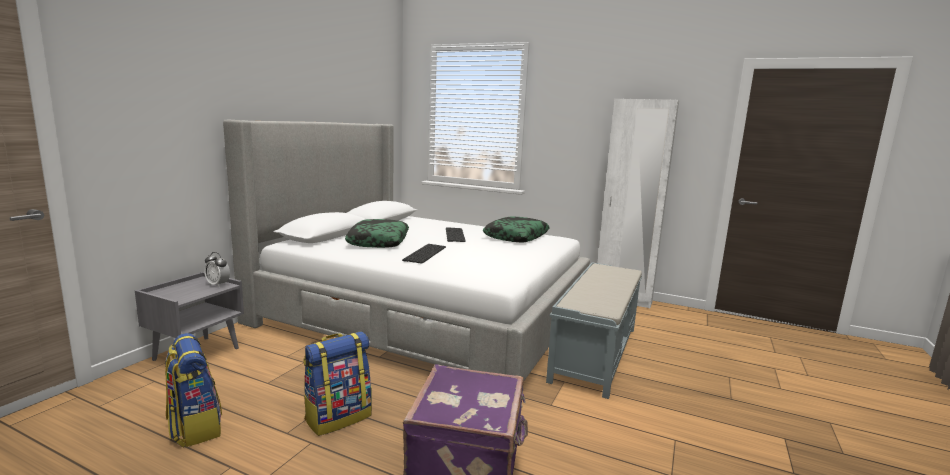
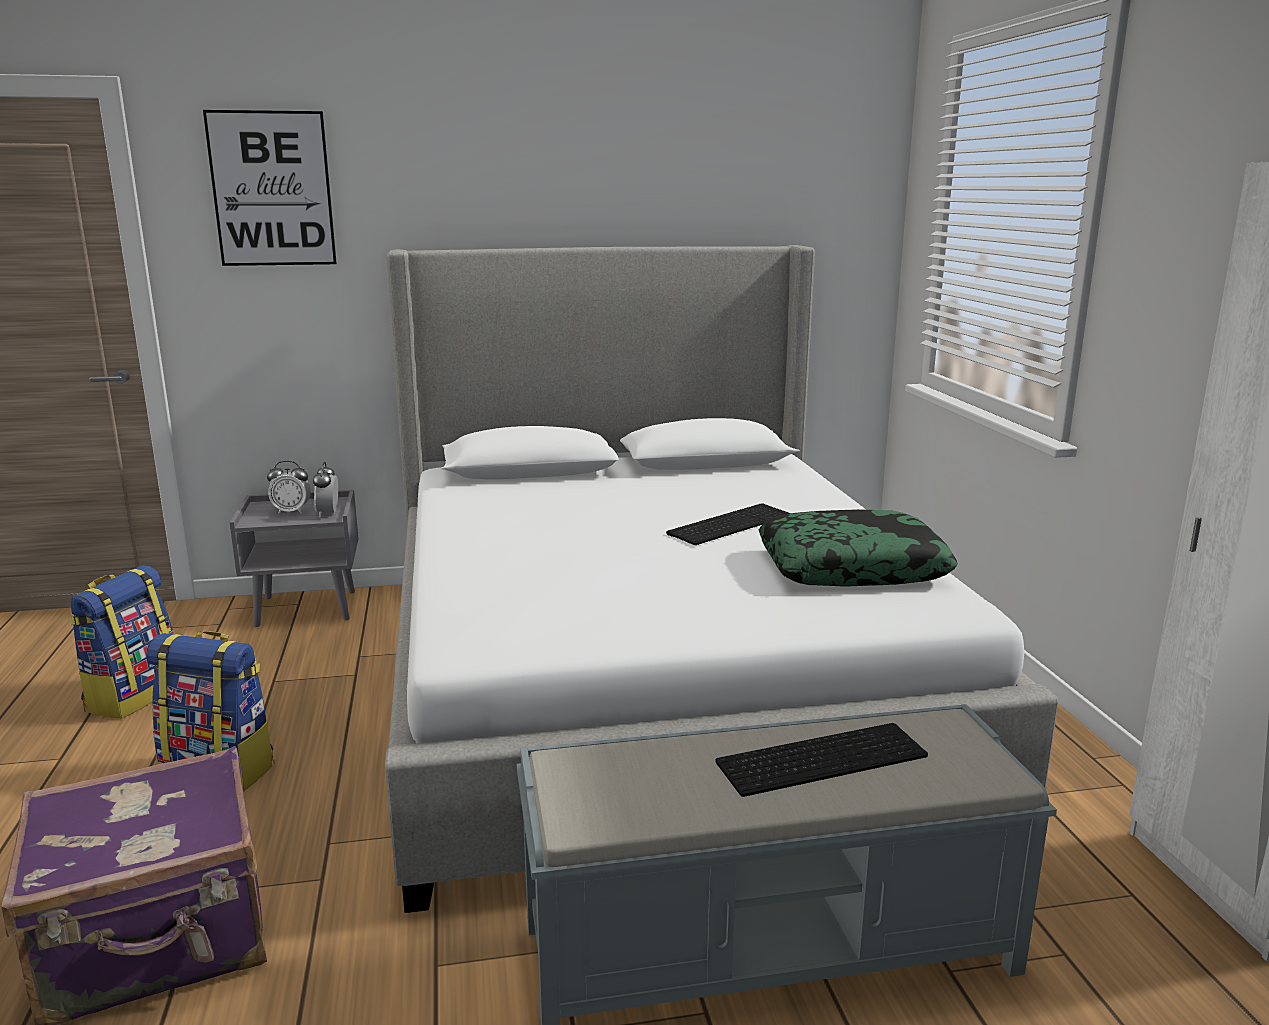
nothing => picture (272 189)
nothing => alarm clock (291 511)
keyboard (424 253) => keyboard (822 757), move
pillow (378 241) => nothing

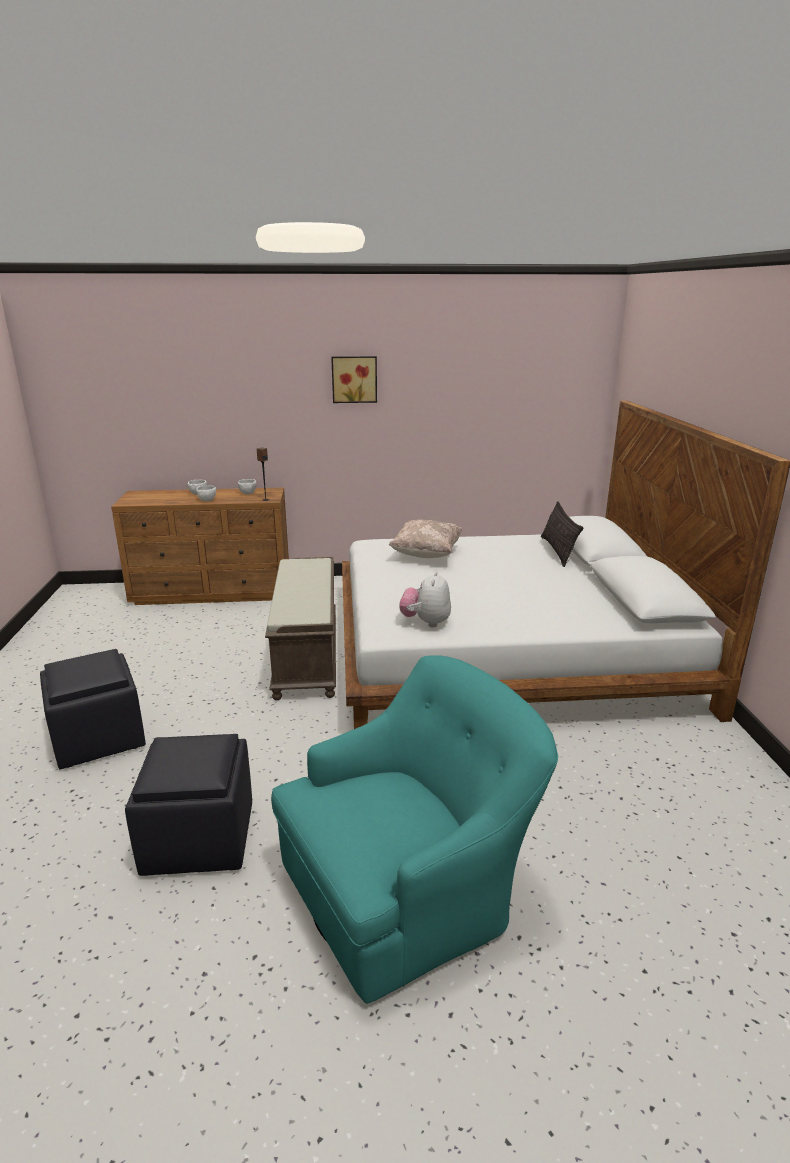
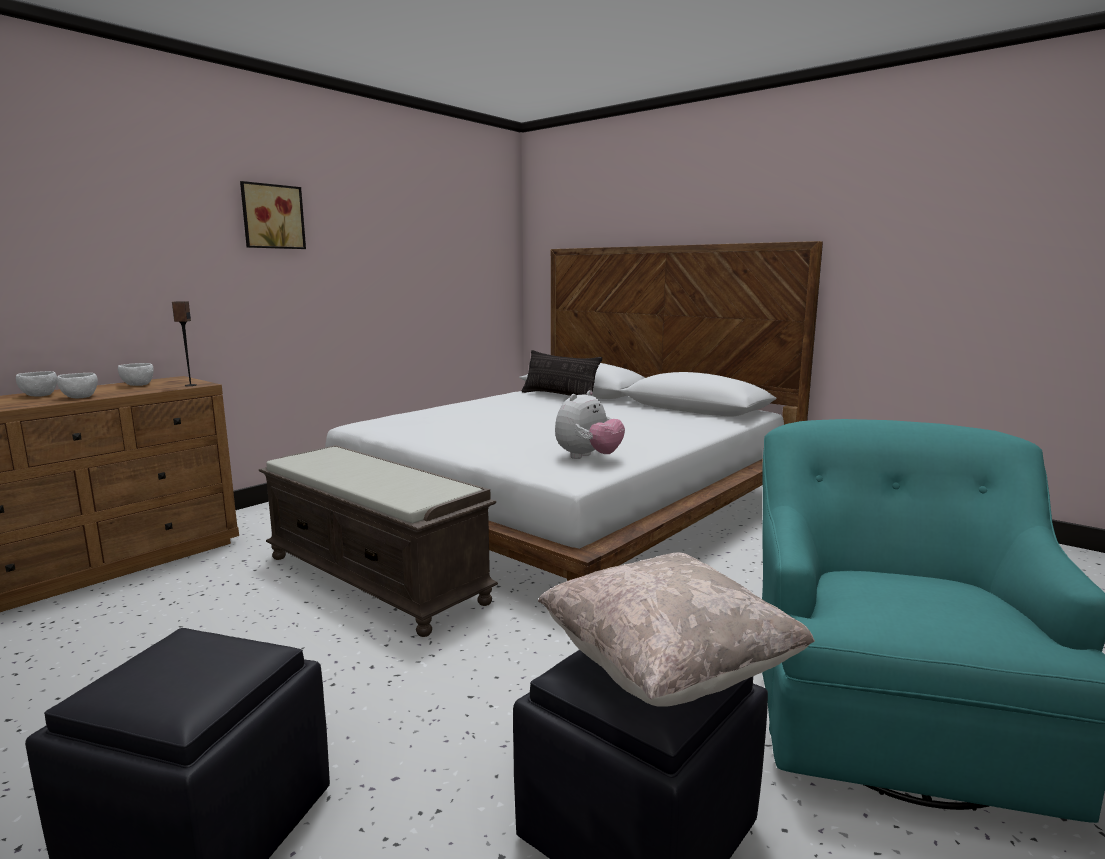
pillow in beige (426 554) => pillow in beige (667 669), move
plush toy (426 622) => plush toy (588 457), 105 degrees counterclockwise

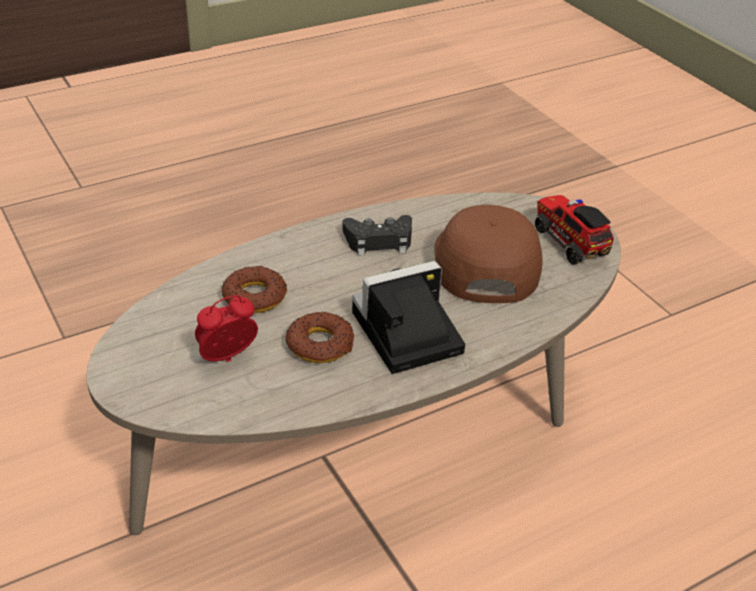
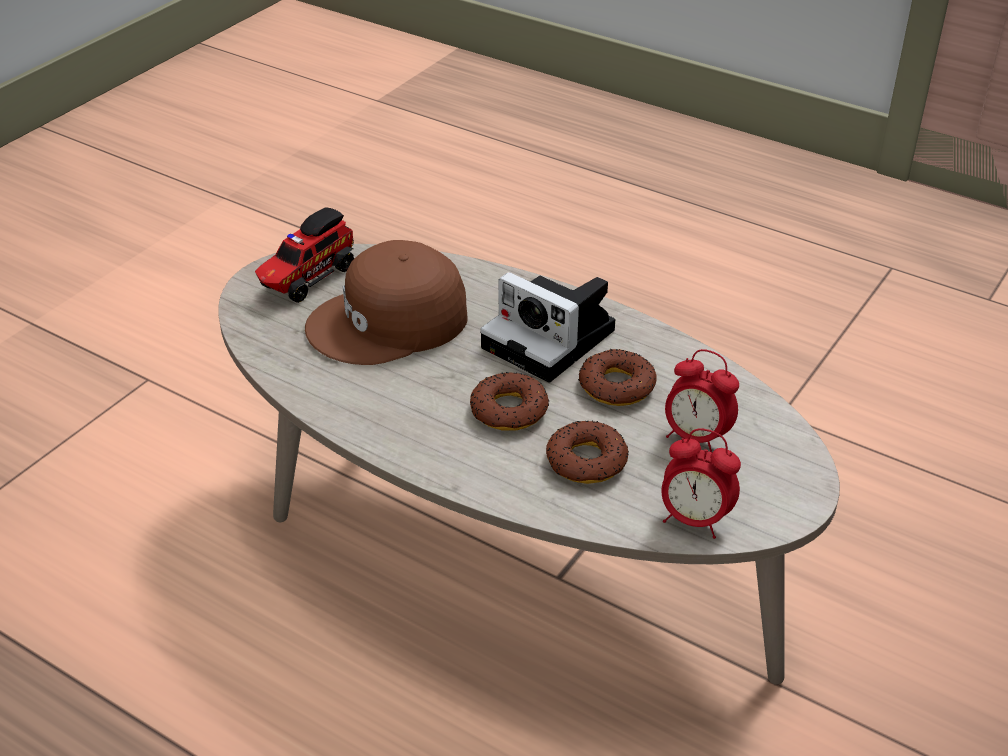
nothing => donut (508 410)
nothing => alarm clock (694 520)
game controller in black (379 241) => nothing

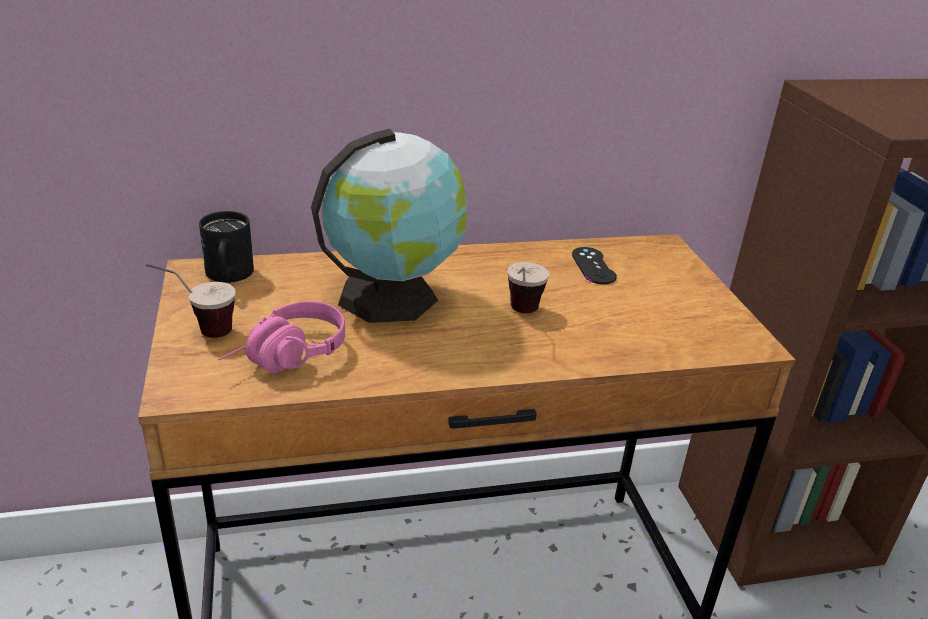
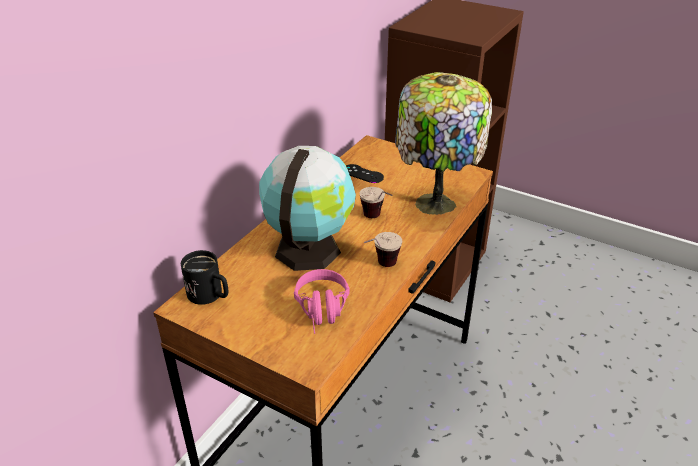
cup (197 330) => cup (380 267), move
nothing => table lamp (433 205)

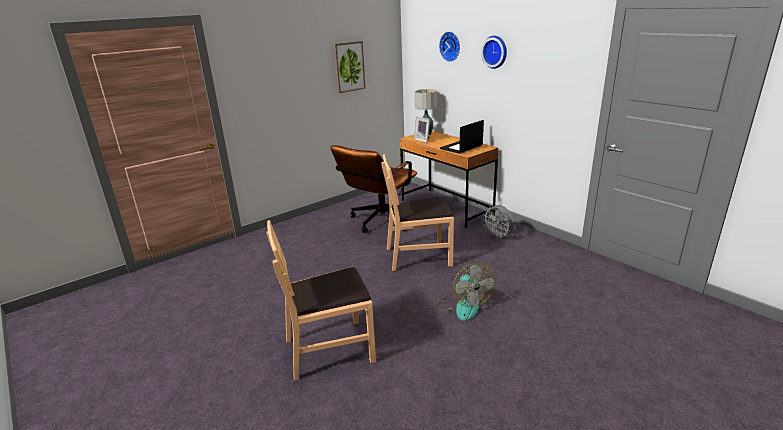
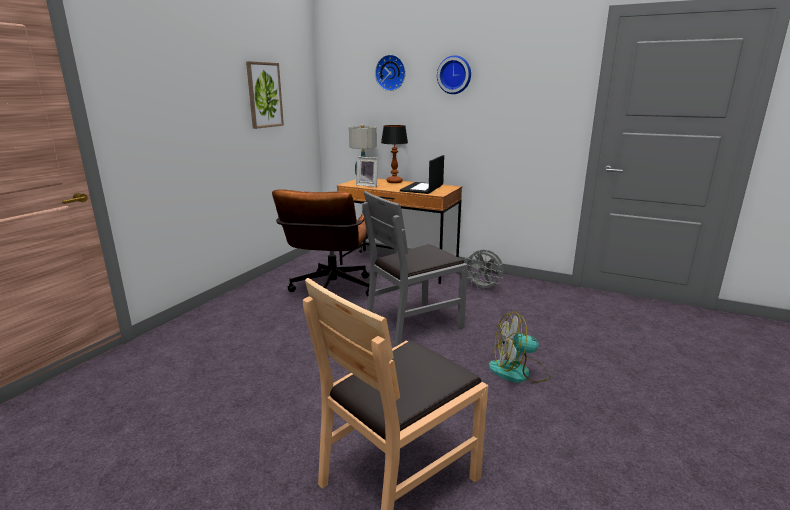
chair in brown (418 256) => chair in grey (413 323)
nothing => table lamp (394 182)
fan (463 306) => fan (519 372), 135 degrees clockwise

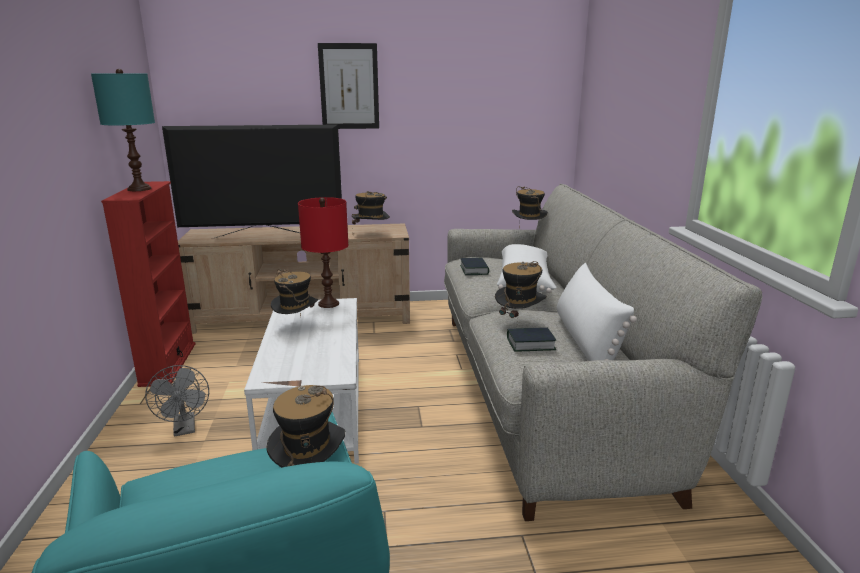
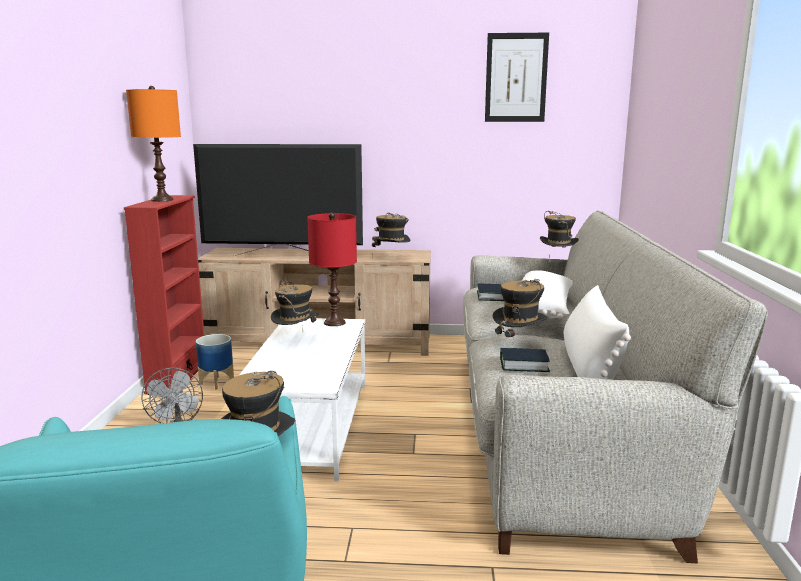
table lamp in turquoise (139 189) => table lamp in orange (162 200)
nothing => planter (216 382)
picture (349 86) => picture (516 78), move

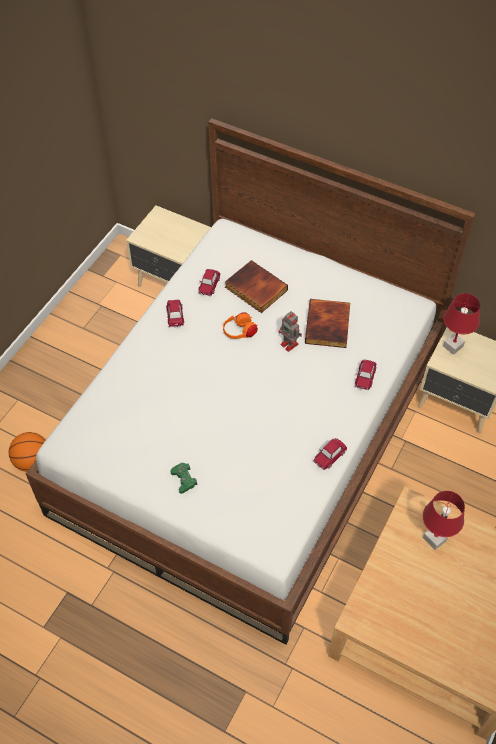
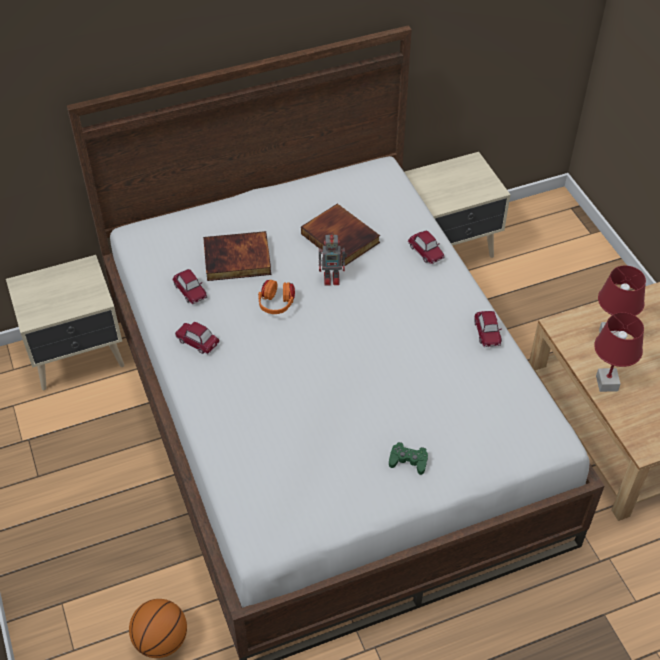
table lamp in red (453 346) => table lamp in red (607 383), move

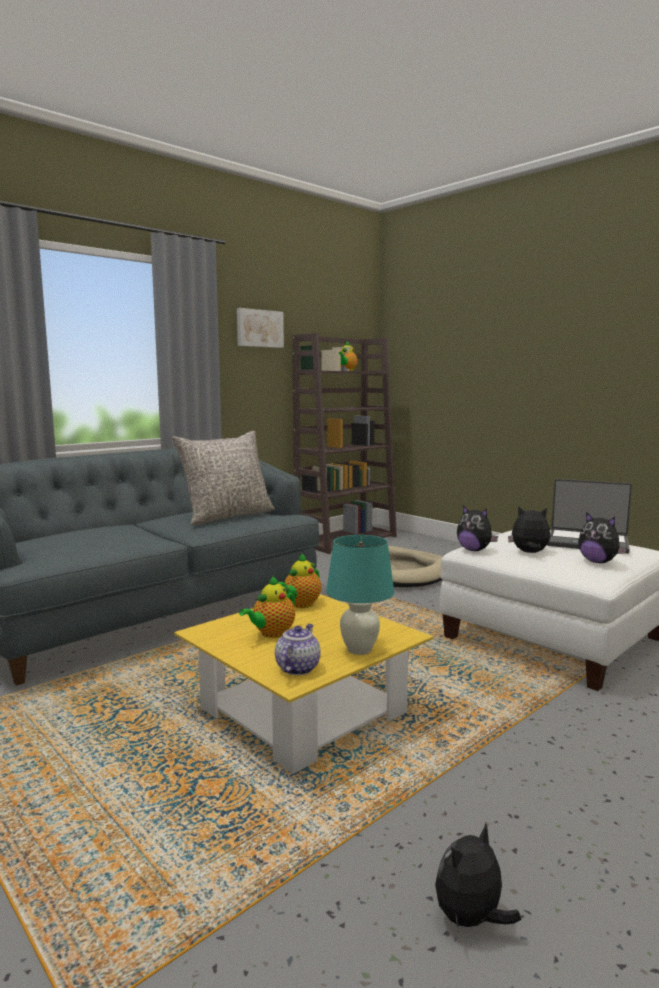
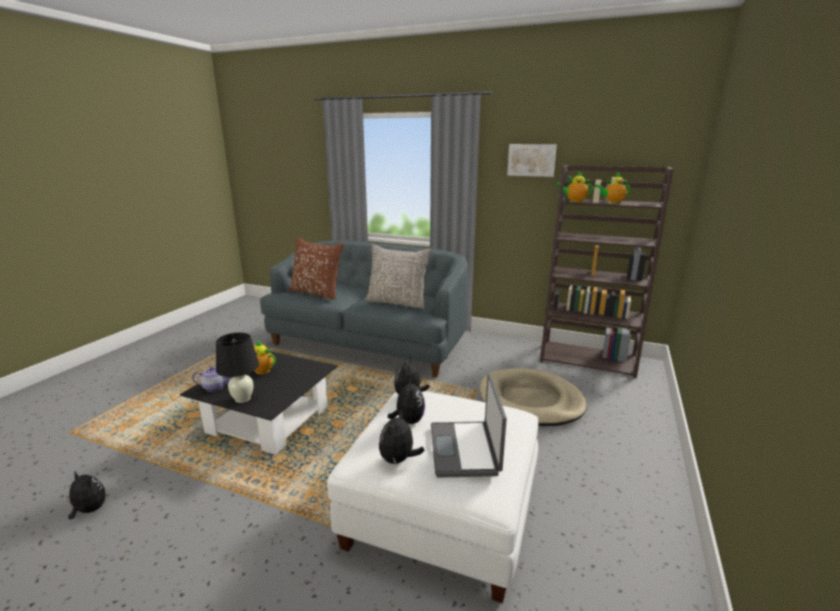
coffee table in yellow (303 711) => coffee table in black (269 419)
table lamp in turquoise (359 649) => table lamp in black (242 399)
nothing => pillow in brown (317 293)
teapot (300 605) => teapot (574 201), move

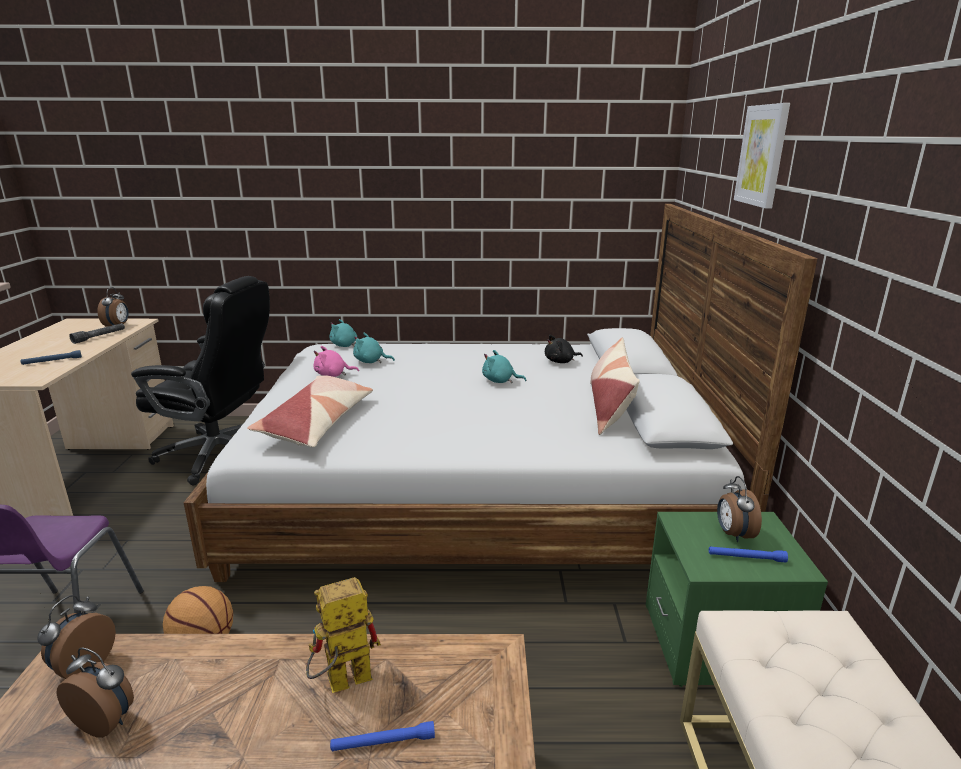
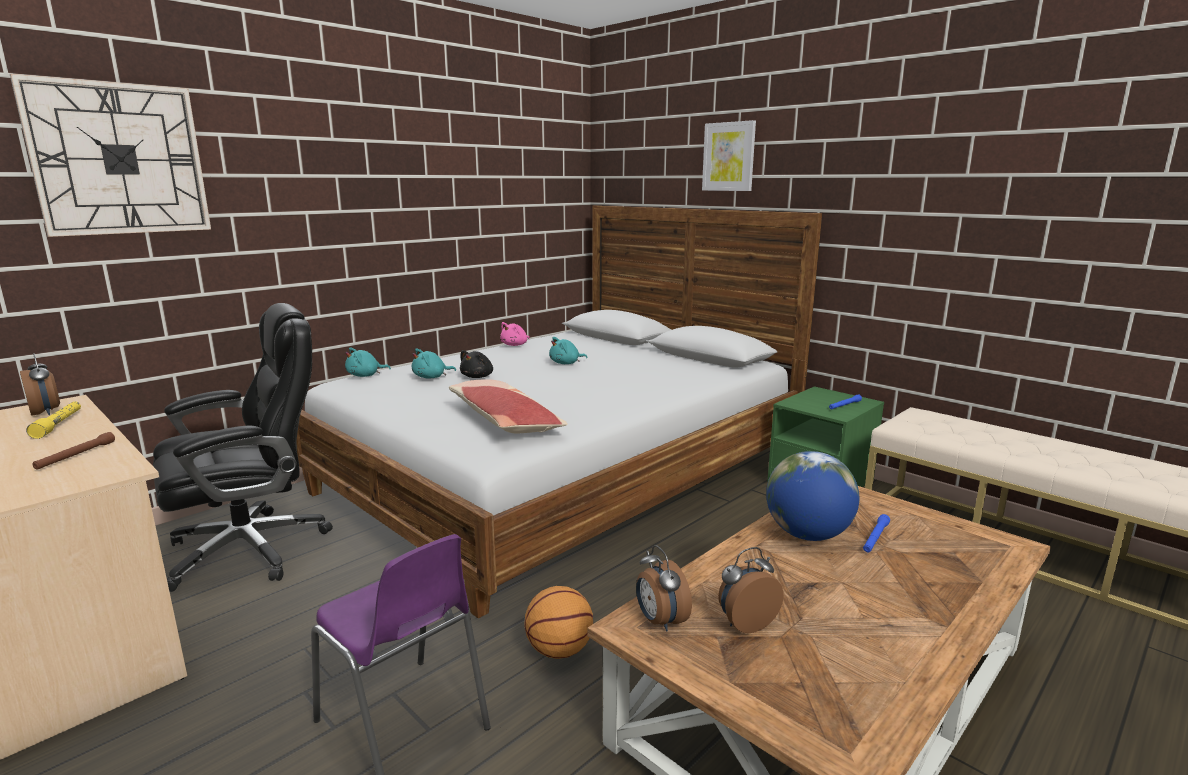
nothing => wall clock (119 159)
flashlight in grey (99 337) => flashlight in yellow (58 425)
flashlight in blue (52 361) => flashlight in brown (76 456)
plush toy in black (561 361) => plush toy in black (478 377), move
plush toy in pink (333 375) => plush toy in pink (515 345), move
toy robot (340 684) => globe (807 535)
pillow (609 407) => nothing
alarm clock (733 534) => nothing

